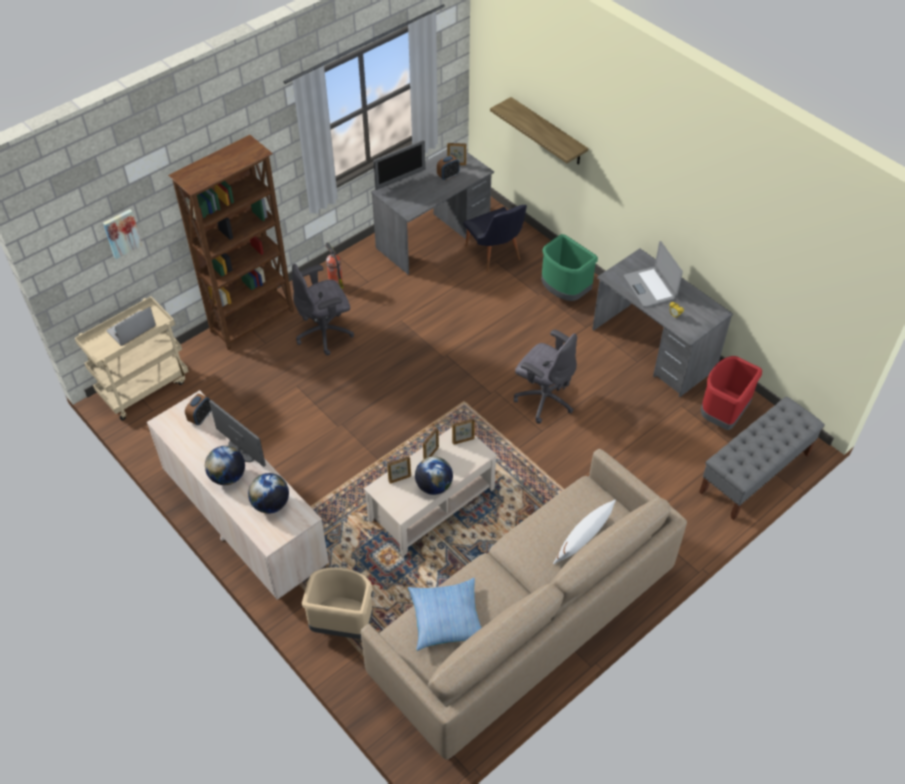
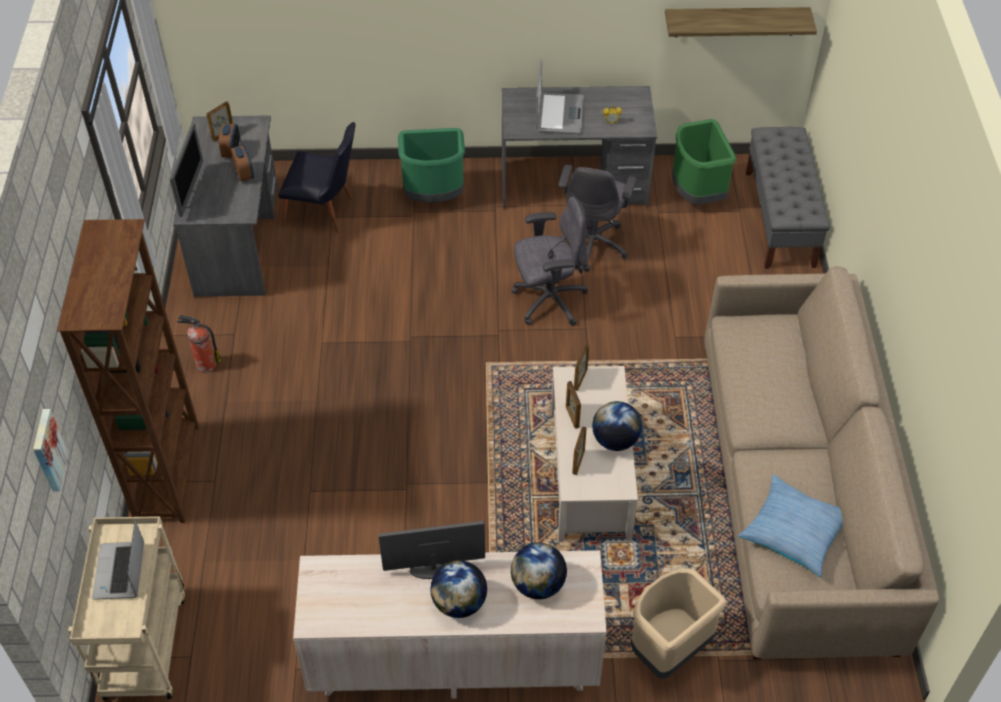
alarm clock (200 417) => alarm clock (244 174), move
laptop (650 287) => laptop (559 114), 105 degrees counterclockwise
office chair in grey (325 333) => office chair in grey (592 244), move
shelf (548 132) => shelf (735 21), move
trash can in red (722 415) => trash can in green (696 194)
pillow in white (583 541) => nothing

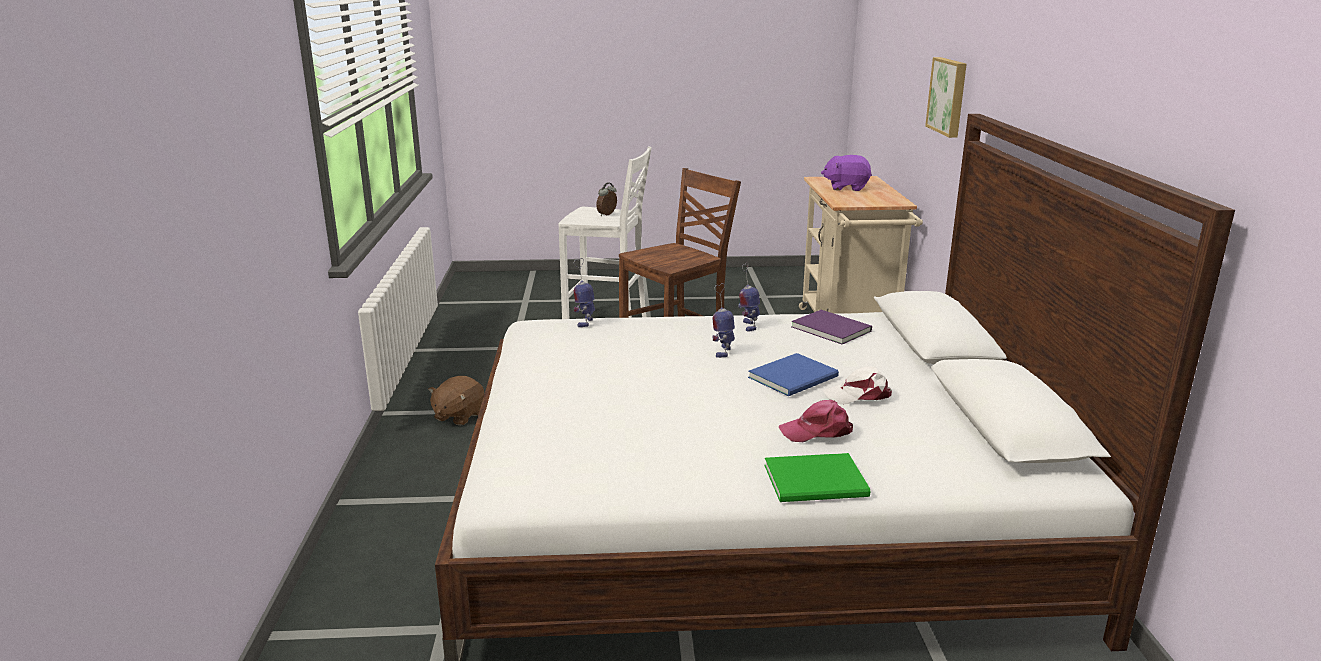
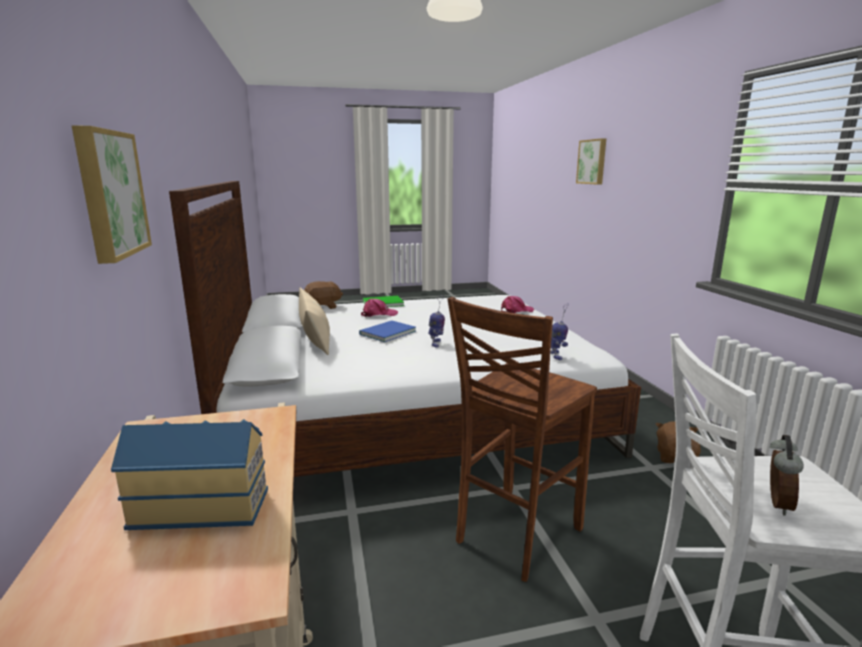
plush toy in purple (846 188) => toy house (202 503)
nothing => pillow in beige (315 339)
nothing => plush toy in brown (323 307)
nothing => cap in pink (516 311)
nothing => picture (592 162)
toy robot (748 326) => nothing
book in purple (830 328) => nothing
cap in white (859 395) => nothing

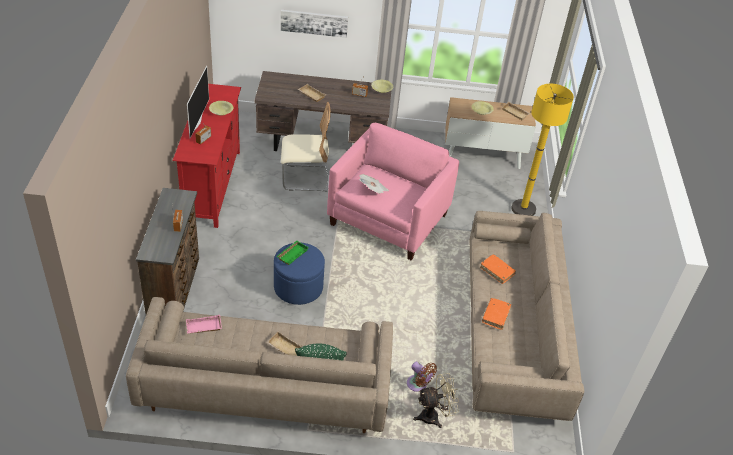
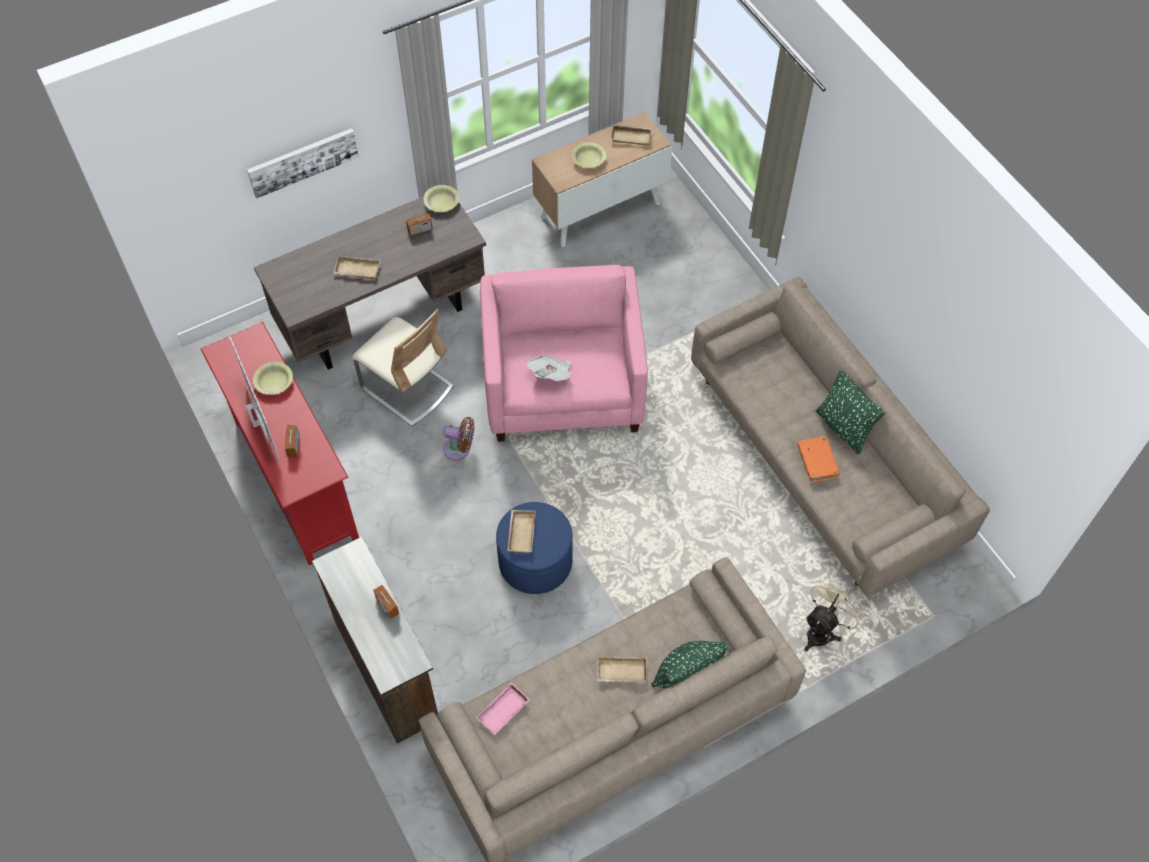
chair in beige (305 178) => chair in beige (407 388), 75 degrees clockwise
fan in brown (418 385) => fan in brown (459 449), move
tray in green (292 254) => tray in beige (520 532)
nothing => pillow in green (843 428)
book in orange (497 271) => nothing
floor lamp in yellow (523 209) => nothing

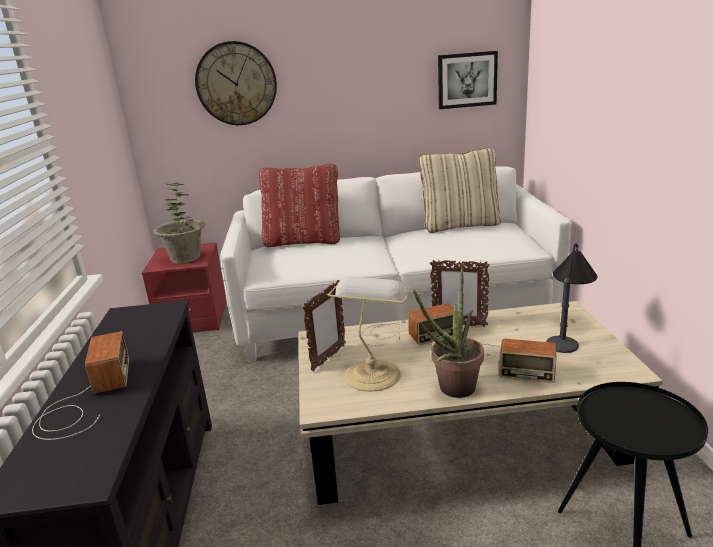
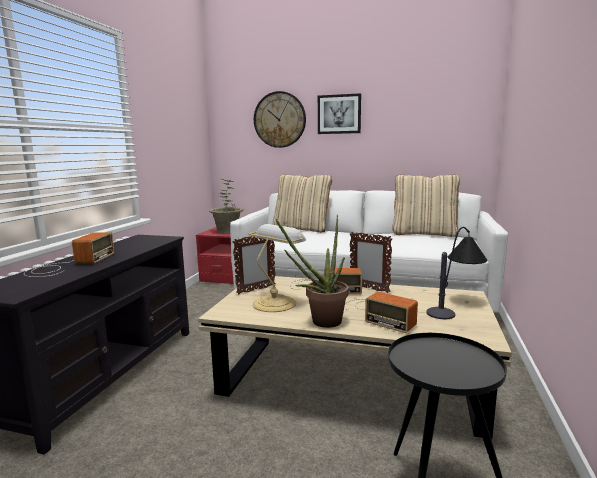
pillow in red (303 241) => pillow in beige (302 229)
picture (467 80) => picture (339 114), move

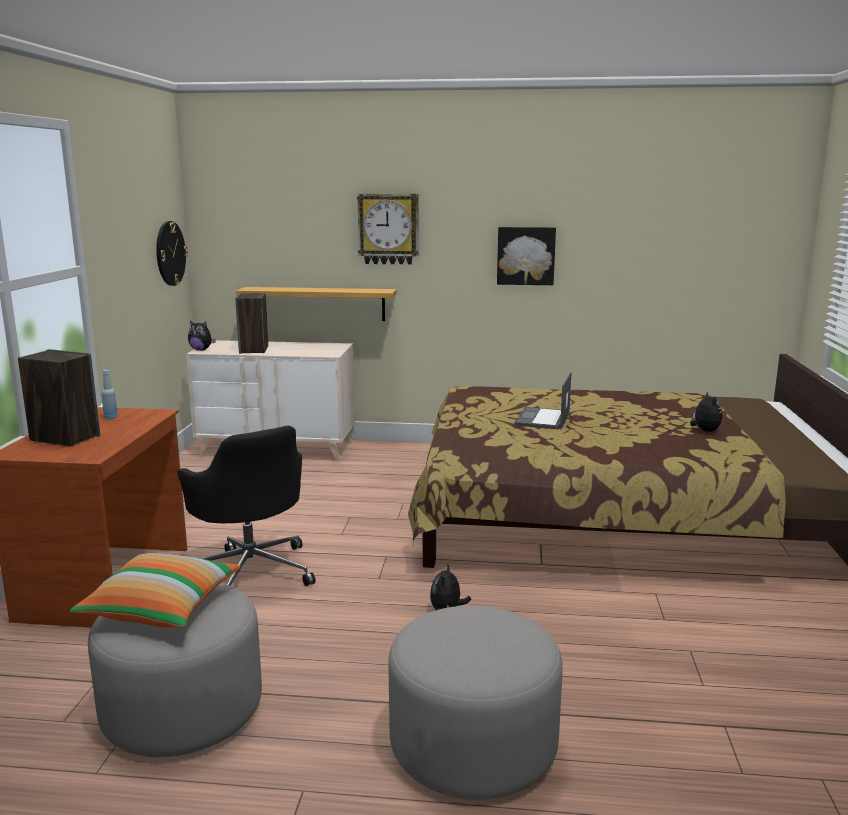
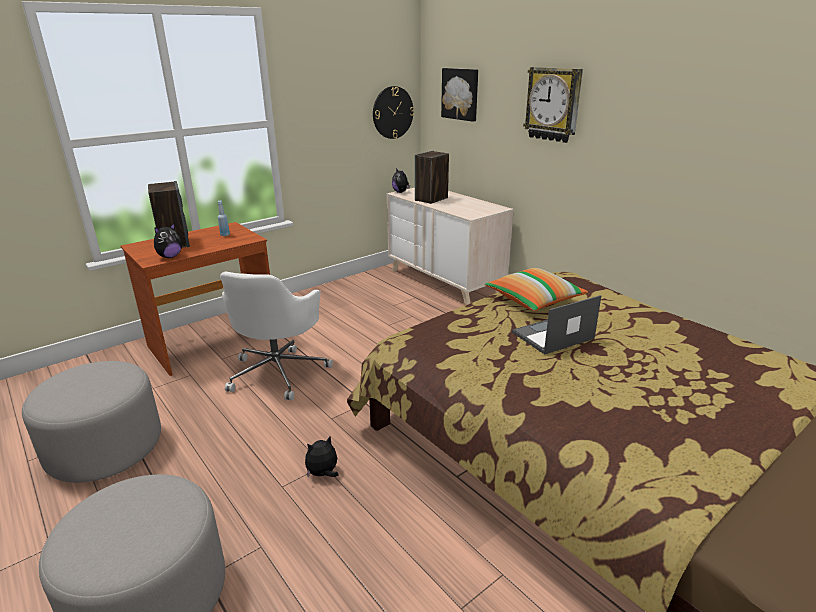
plush toy (705 431) => plush toy (170 256), move
office chair in black (251 572) => office chair in white (279 372)
picture (525 256) => picture (460 94), move
pillow (161 608) => pillow (534 300), move
shelf (320 303) => nothing

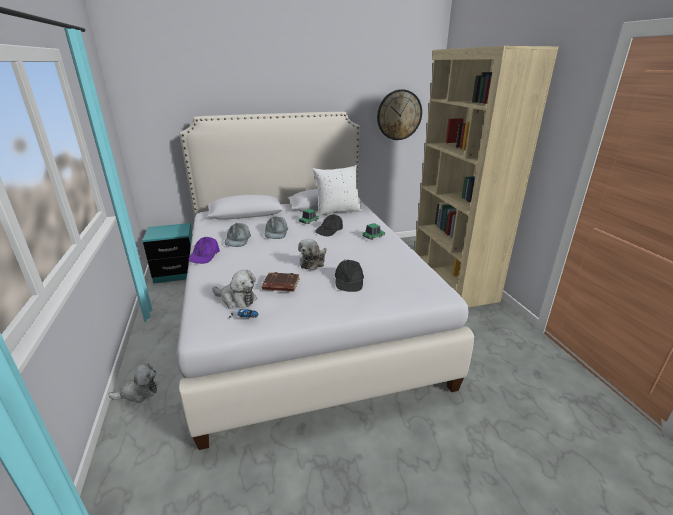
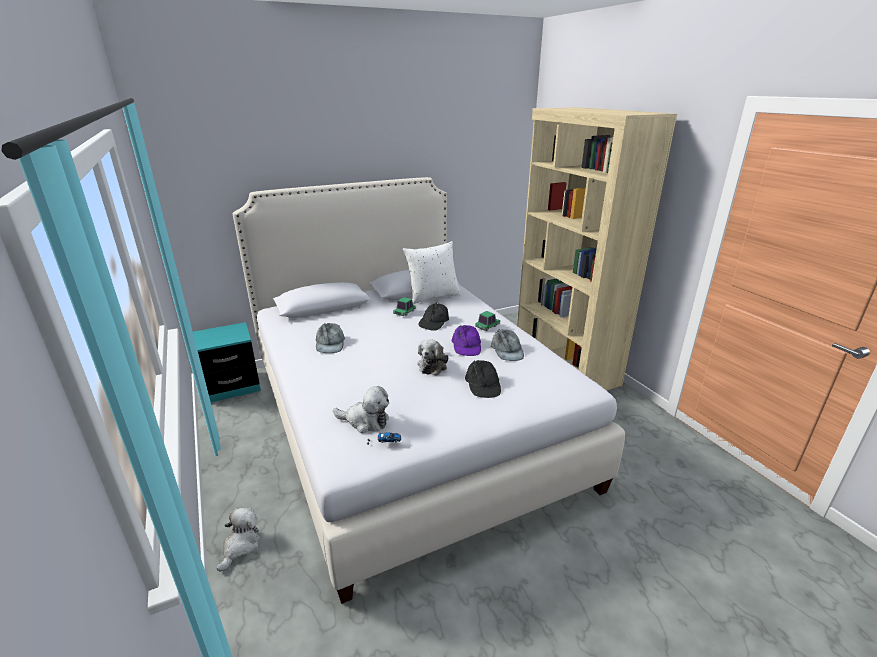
plush toy (139 392) => plush toy (240 546), 45 degrees counterclockwise
cap in purple (205 255) => cap in purple (466 346), move
cap in grey (276 232) => cap in grey (507 350), move
book in brown (280 285) => nothing
wall clock (399 115) => nothing

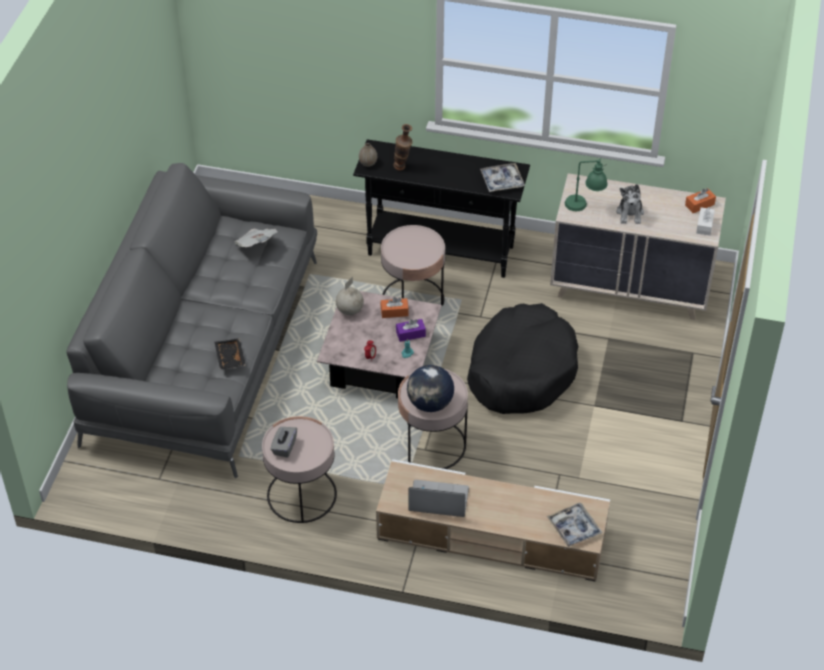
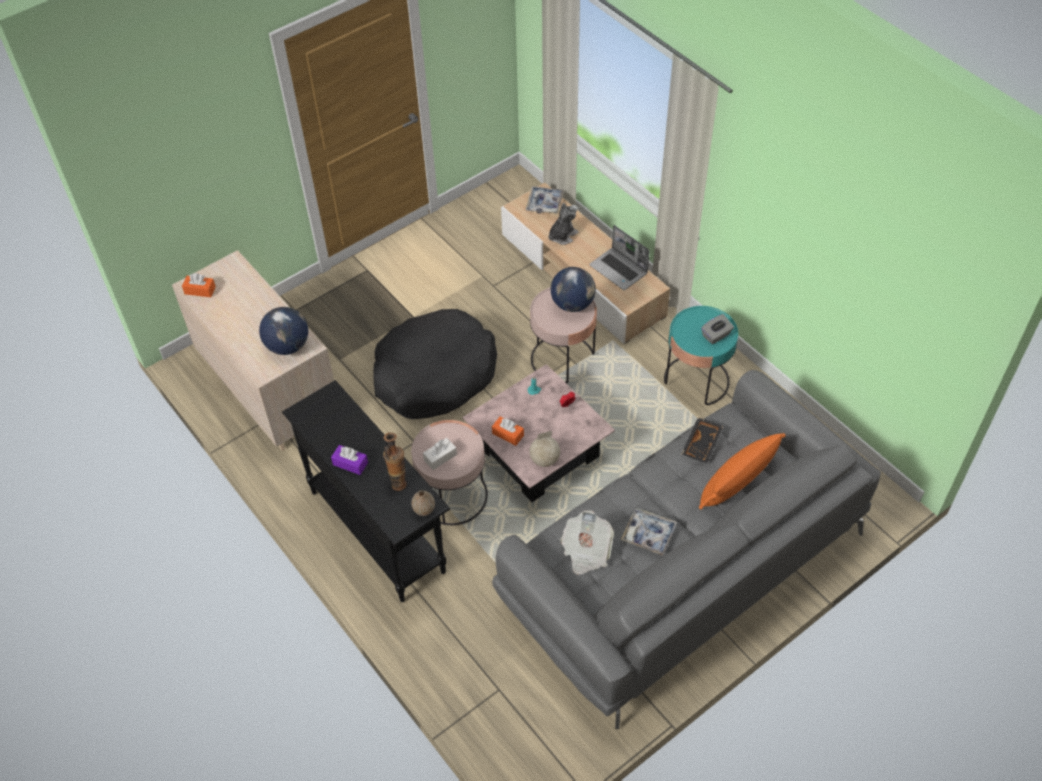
table lamp in green (584 206) => globe (287 346)
tissue box in purple (410 334) => tissue box in purple (350 463), move
tissue box in white (704 225) => tissue box in white (440 457), move
plush toy (630 213) => plush toy (562 235), move
tray (502 181) => tray (648 534), move
side table in pink (301 495) => side table in turquoise (696 380)
nothing => pillow in orange (737 481)

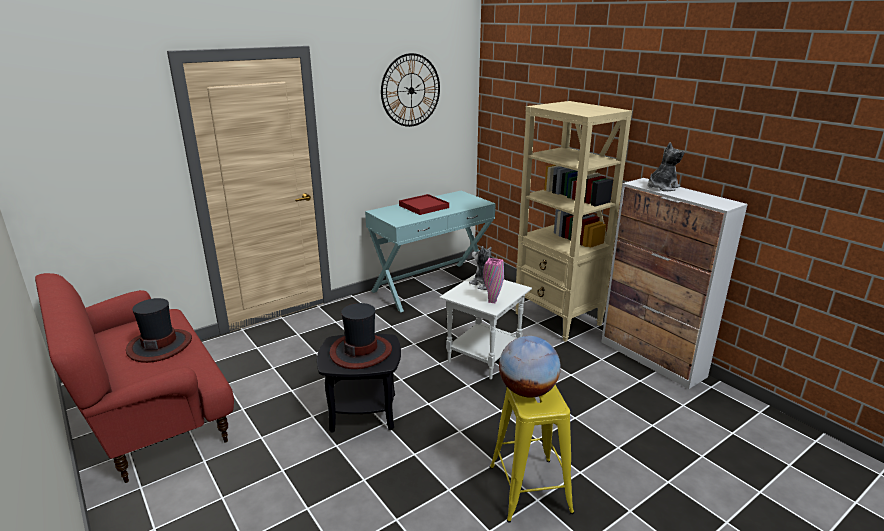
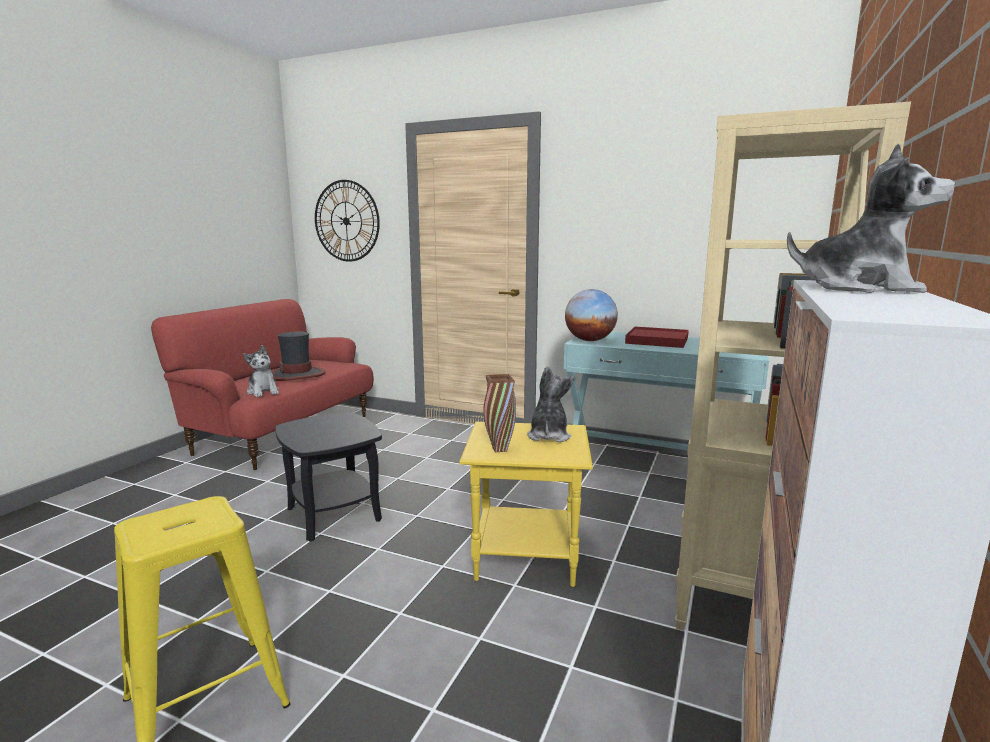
nothing => plush toy (263 392)
wall clock (411 90) => wall clock (346 221), move
side table in white (483 358) => side table in yellow (524 558)
vase in pink (492 301) => vase in brown (499 449)
globe (527 391) => globe (589 340), move
hat (361 352) => nothing

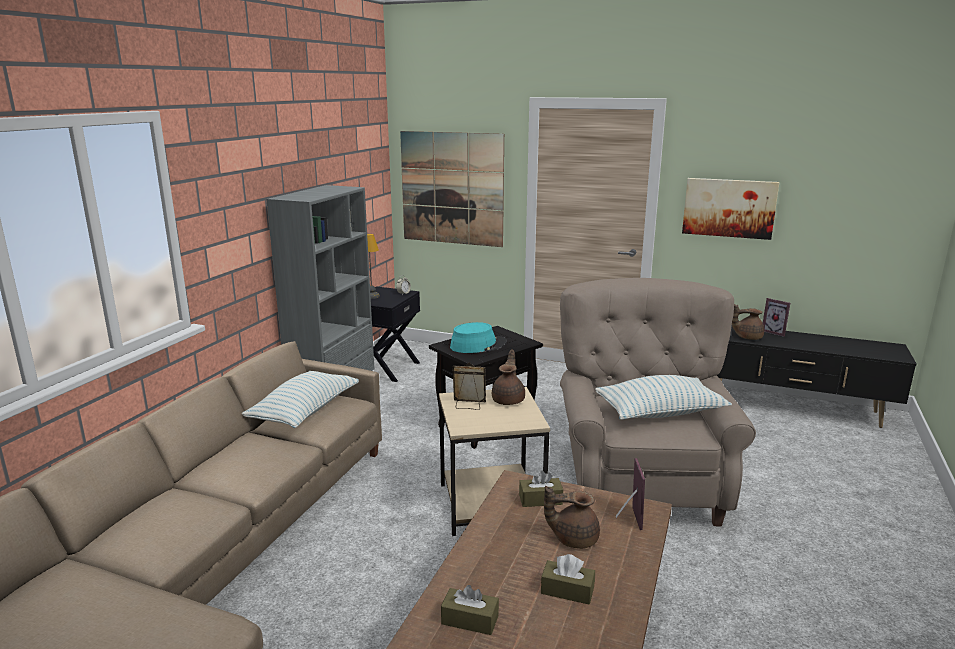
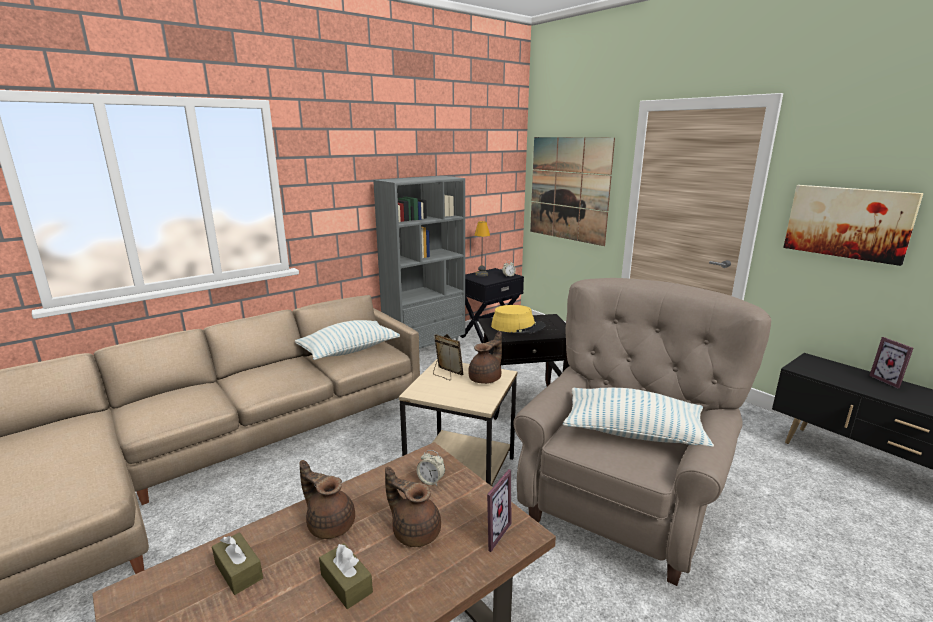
teapot in brown (747 337) => teapot in brown (330 524), move
tissue box in brown (540 500) => alarm clock (431 481)
hat in turquoise (478 345) => hat in yellow (518 326)

